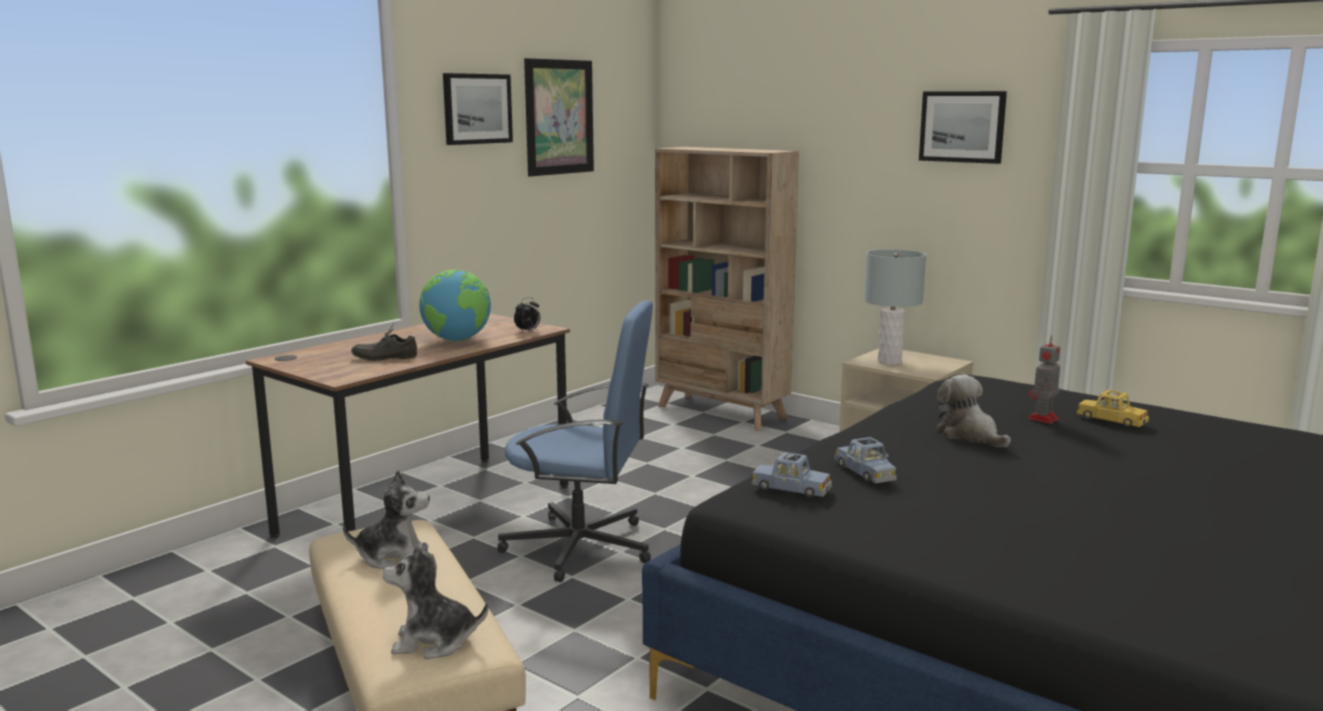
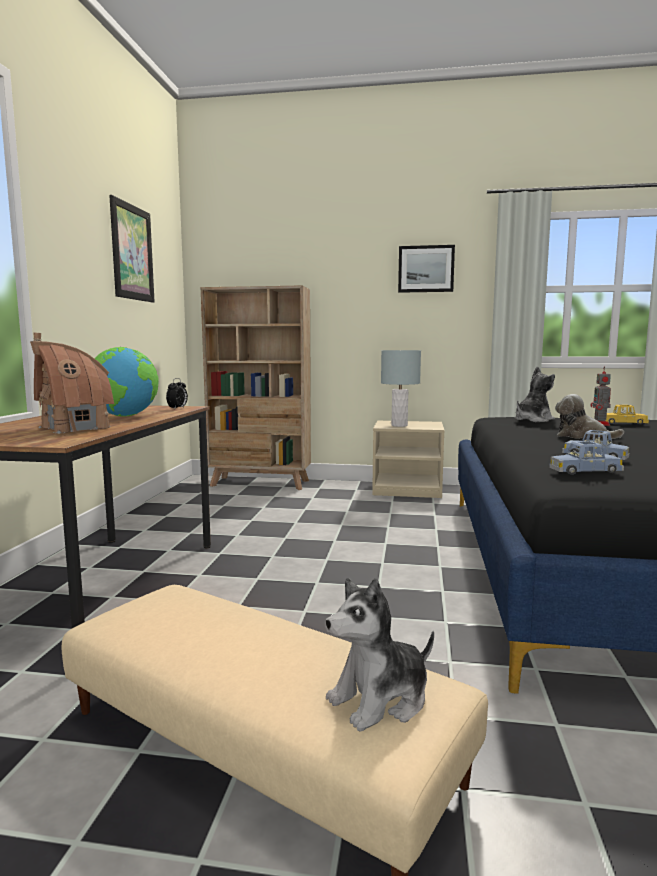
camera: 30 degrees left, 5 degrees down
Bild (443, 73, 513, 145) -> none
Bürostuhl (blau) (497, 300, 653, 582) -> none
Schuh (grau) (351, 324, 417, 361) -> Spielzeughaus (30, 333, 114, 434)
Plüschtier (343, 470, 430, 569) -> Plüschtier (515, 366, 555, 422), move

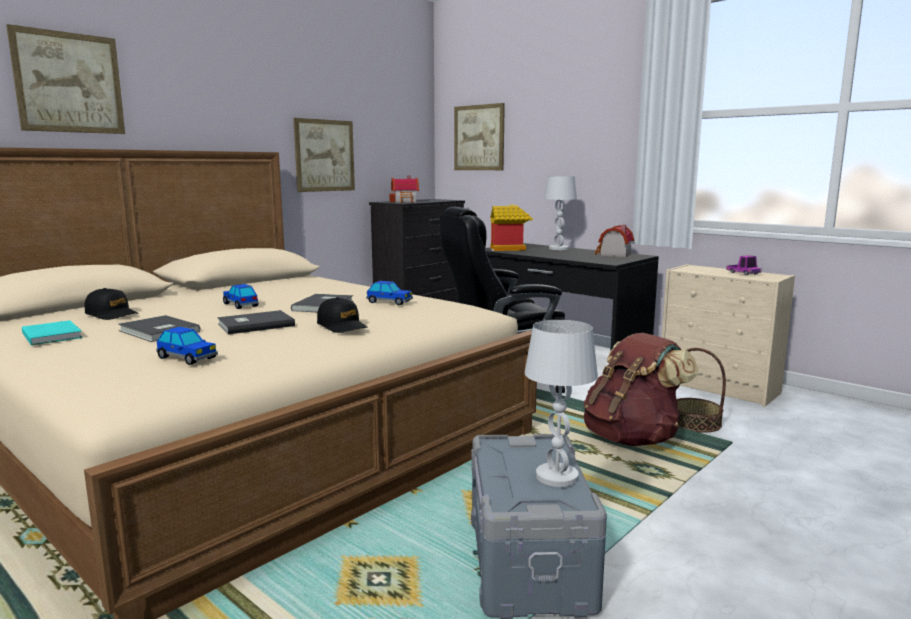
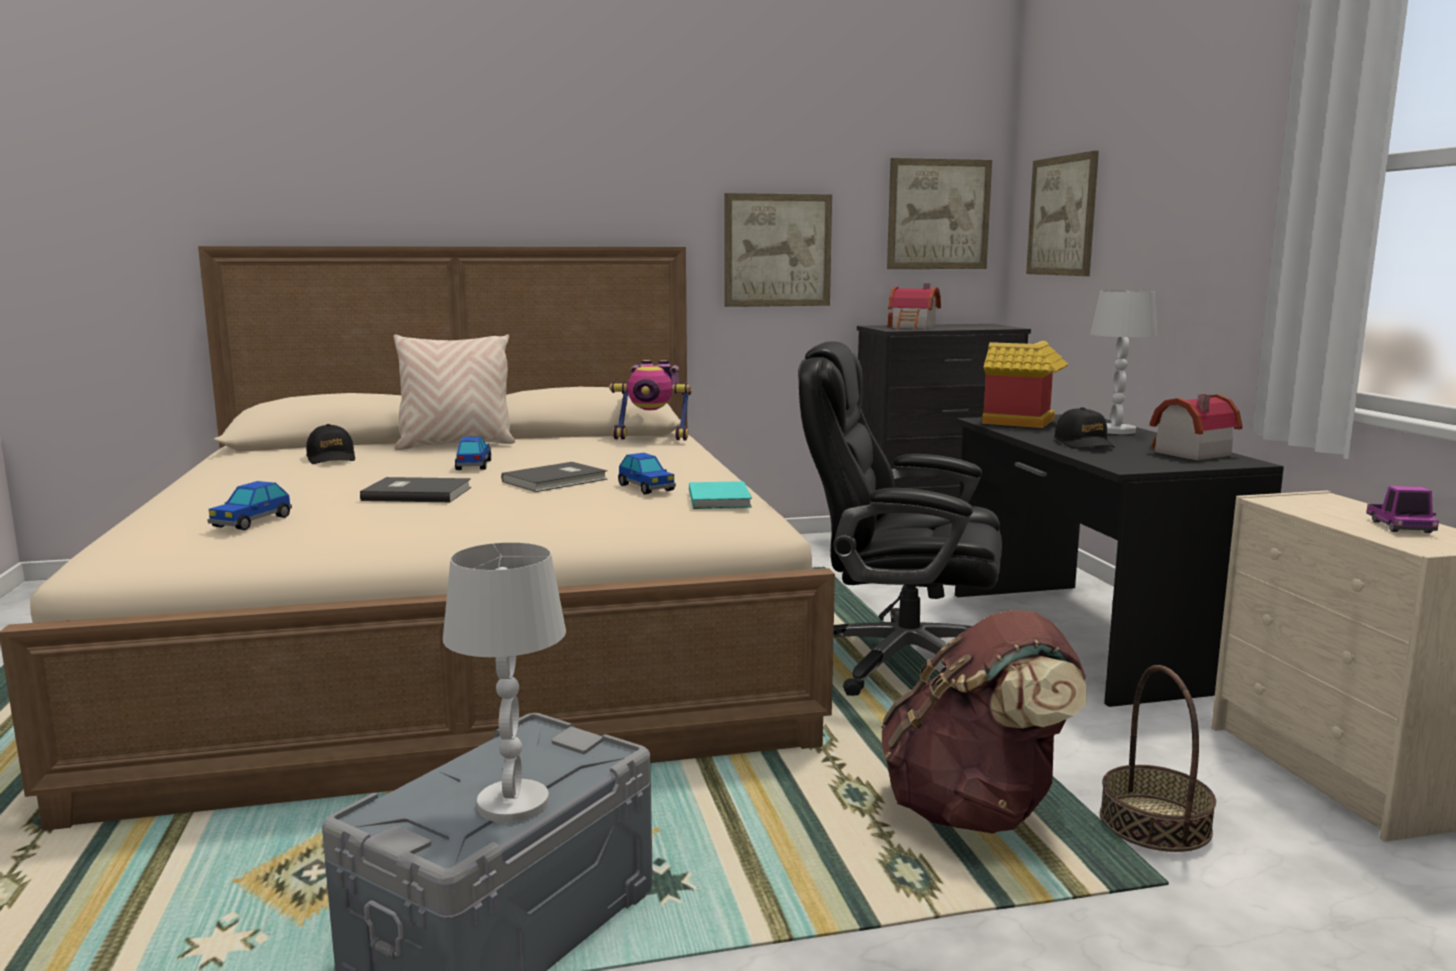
camera: 35 degrees right, 0 degrees up
Bild (6, 24, 125, 134) -> Bild (887, 158, 992, 269), move
Kappe (schwarz) (317, 297, 368, 333) -> Kappe (schwarz) (1054, 407, 1115, 449), move
Buch (grau) (118, 315, 200, 342) -> none
Buch (türkis) (22, 320, 83, 345) -> Buch (türkis) (689, 481, 752, 509), move
Spielzeugauto (156, 327, 218, 365) -> Spielzeugauto (207, 481, 292, 530), 45 degrees clockwise
none -> Kissen (beige) (393, 334, 515, 450)
none -> Spielzeugroboter (609, 360, 692, 440)

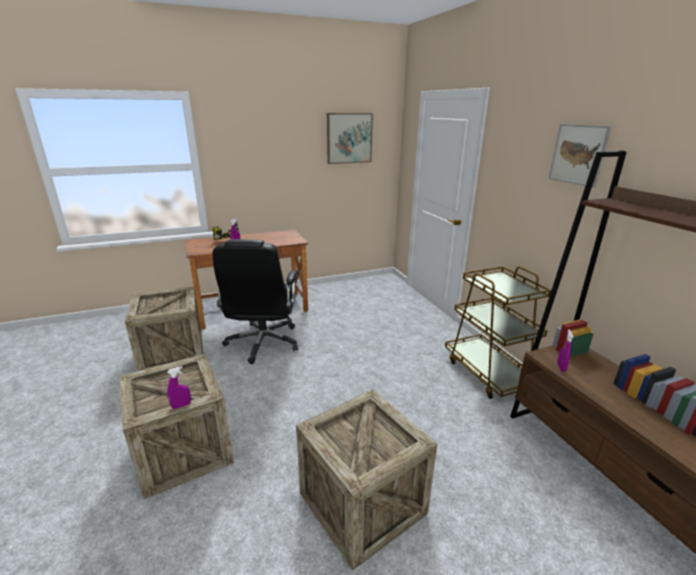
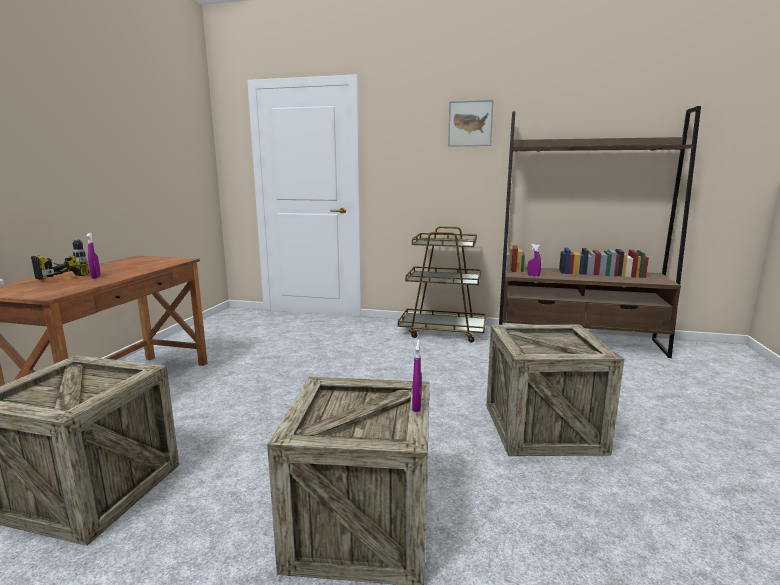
camera: 55 degrees left, 10 degrees down
Bild (327, 113, 373, 164) -> none
Bürostuhl (schwarz) (213, 239, 298, 364) -> none

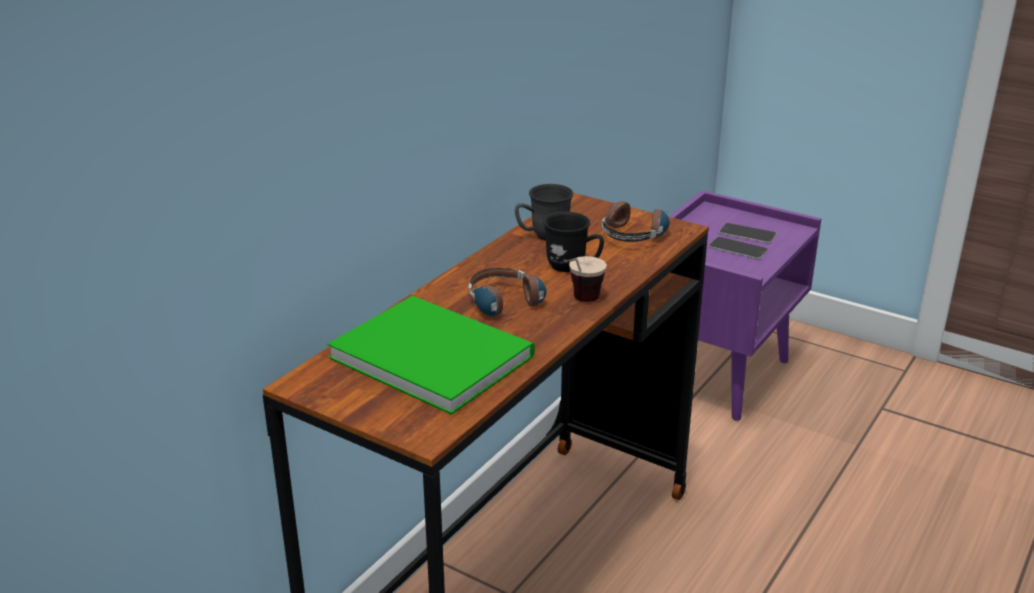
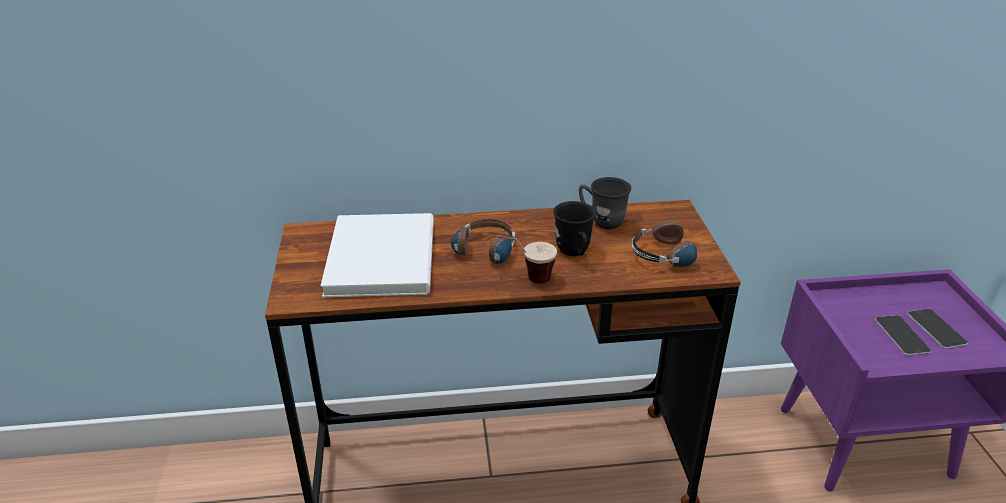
camera: 50 degrees right, 5 degrees up
Buch (grün) (328, 296, 535, 415) -> Buch (weiß) (321, 213, 434, 297)

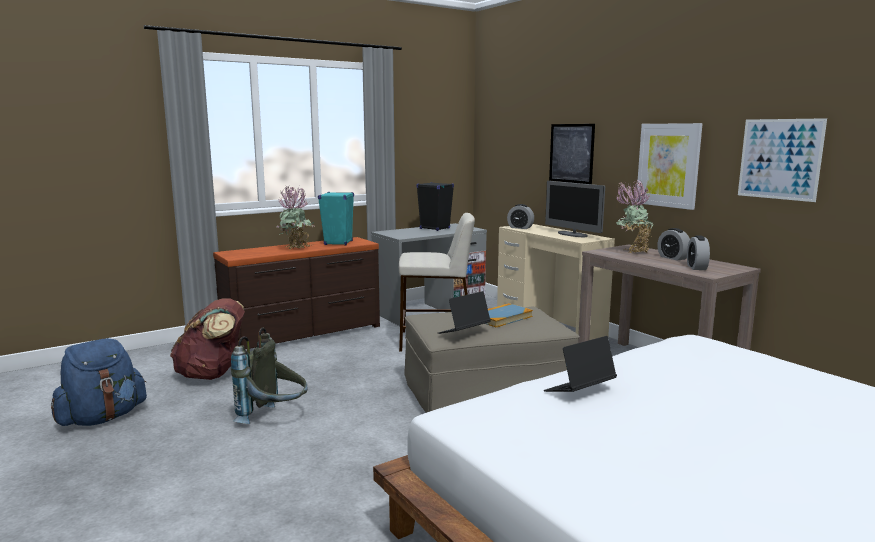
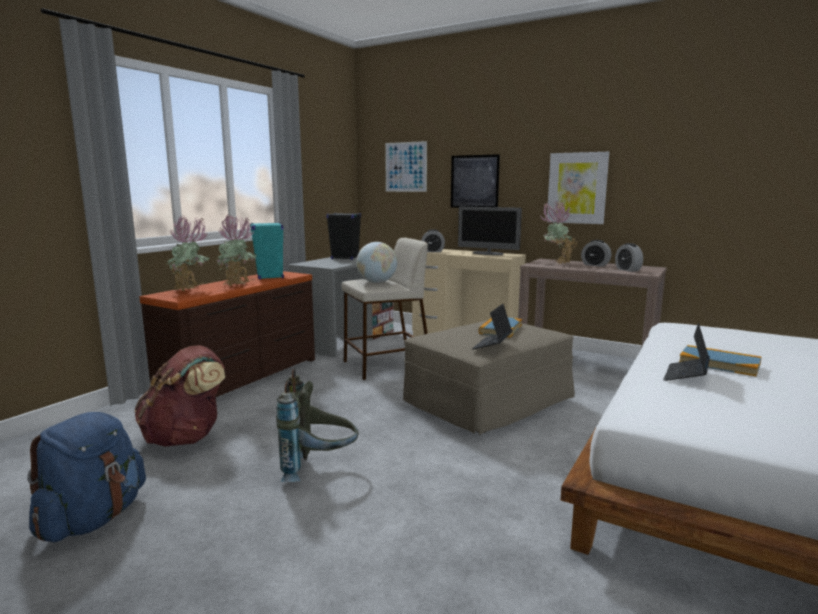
camera: 25 degrees left, 0 degrees up
Bild (738, 118, 827, 202) -> Bild (385, 141, 427, 192), move
none -> Topfpflanze (166, 216, 210, 291)
none -> Globus (356, 242, 397, 283)
none -> Buch (679, 345, 761, 376)

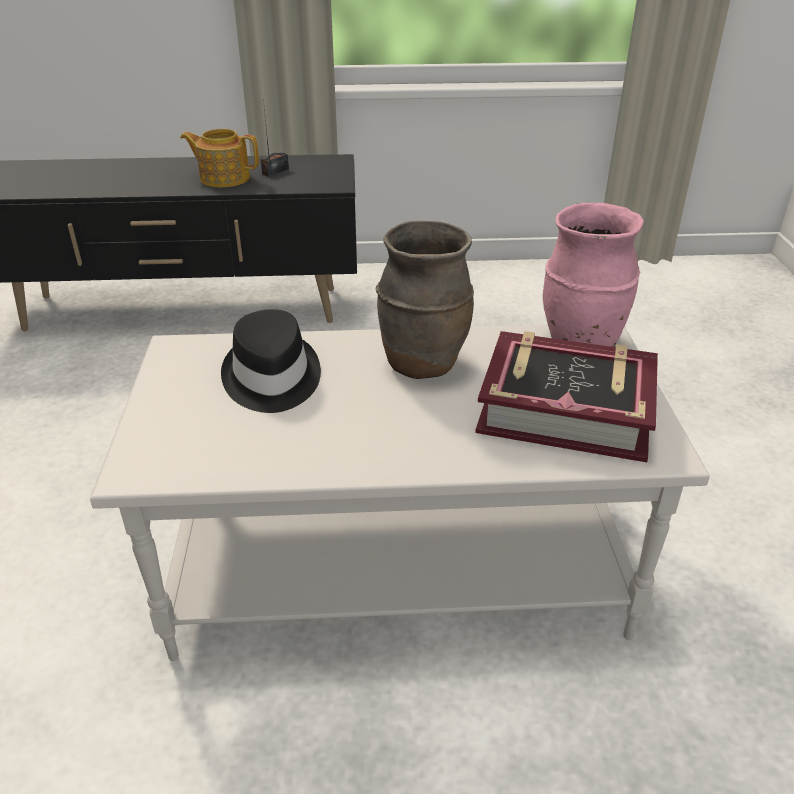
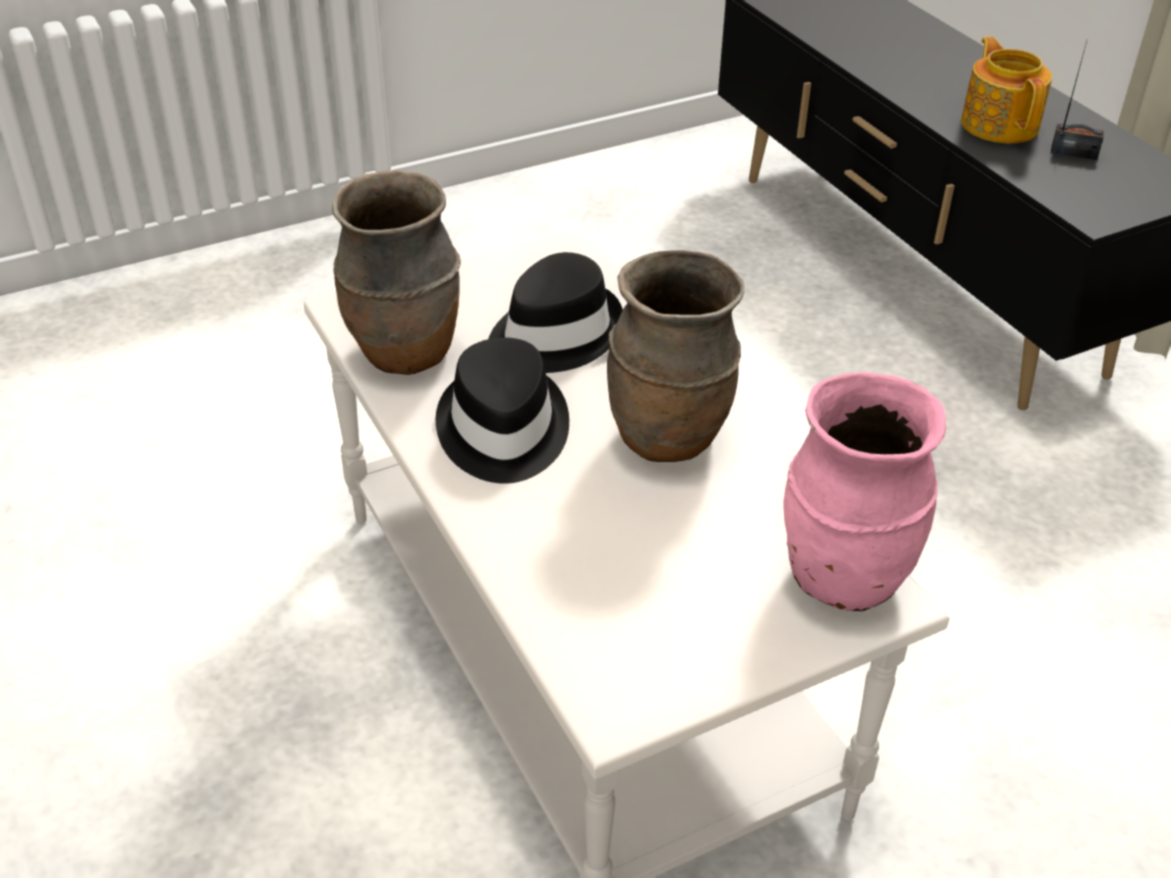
camera: 65 degrees right, 5 degrees up
Buch (475, 331, 658, 462) -> none
none -> Vase (braun) (332, 170, 461, 375)
none -> Hut (schwarz) (436, 337, 569, 484)

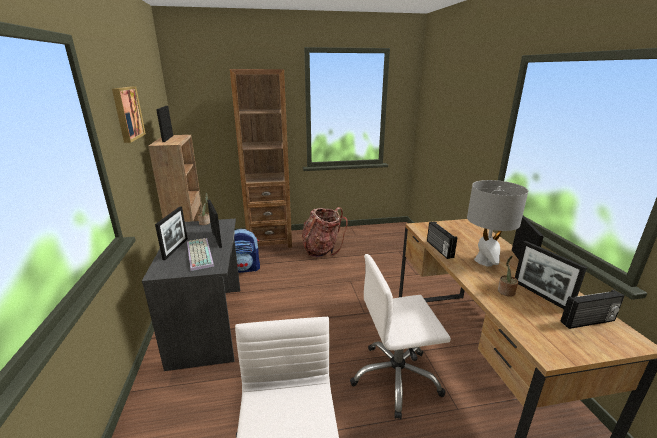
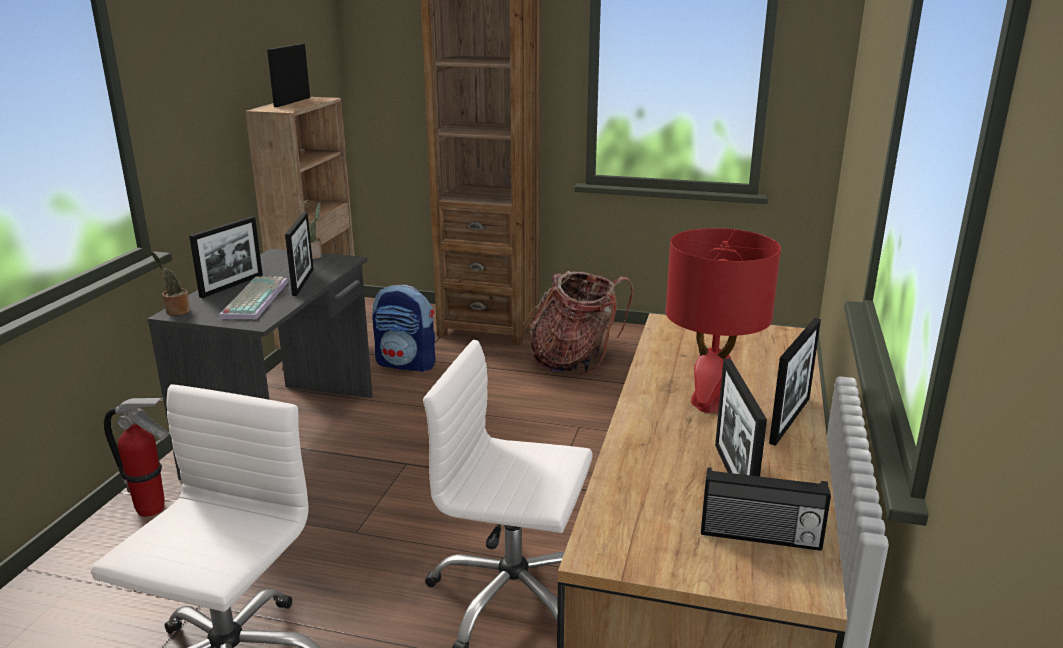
camera: 25 degrees right, 0 degrees up
Bild (112, 87, 146, 143) -> none
Tischlampe (grau) (467, 180, 528, 267) -> Tischlampe (rot) (666, 228, 781, 413)
Radio (427, 222, 457, 259) -> none
Topfpflanze (498, 255, 518, 296) -> Topfpflanze (151, 252, 191, 316), move
none -> Feuerlöscher (104, 397, 169, 517)

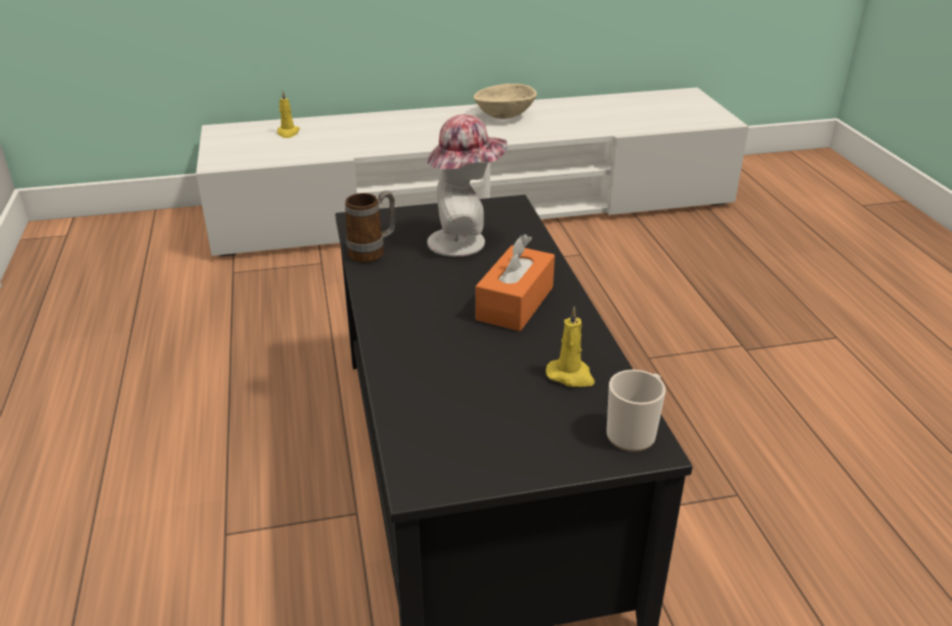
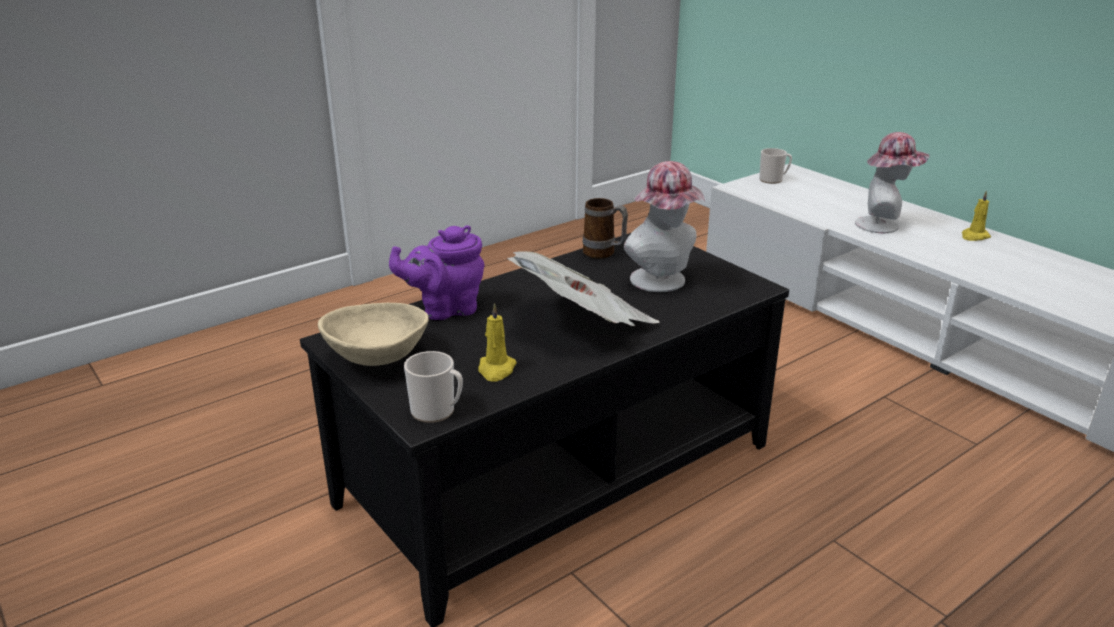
camera: 65 degrees right, 5 degrees down
Schüssel (beige) (473, 84, 537, 119) -> Schüssel (beige) (318, 303, 429, 366), move
Kerze (gelb) (277, 91, 300, 138) -> Kerze (gelb) (962, 191, 991, 241), move
Taschentuchbox (orange) (475, 234, 555, 331) -> Zeitung (507, 251, 660, 326)
none -> Hut (855, 132, 930, 233)
none -> Henkelbecher (759, 148, 792, 184)
none -> Teekanne (lila) (389, 225, 484, 320)

